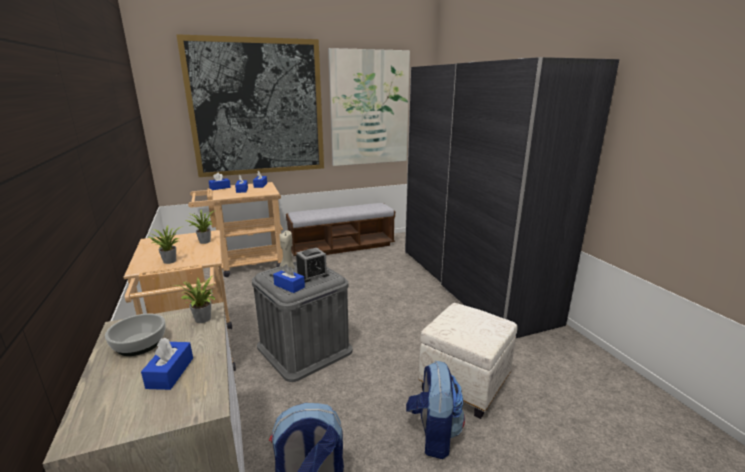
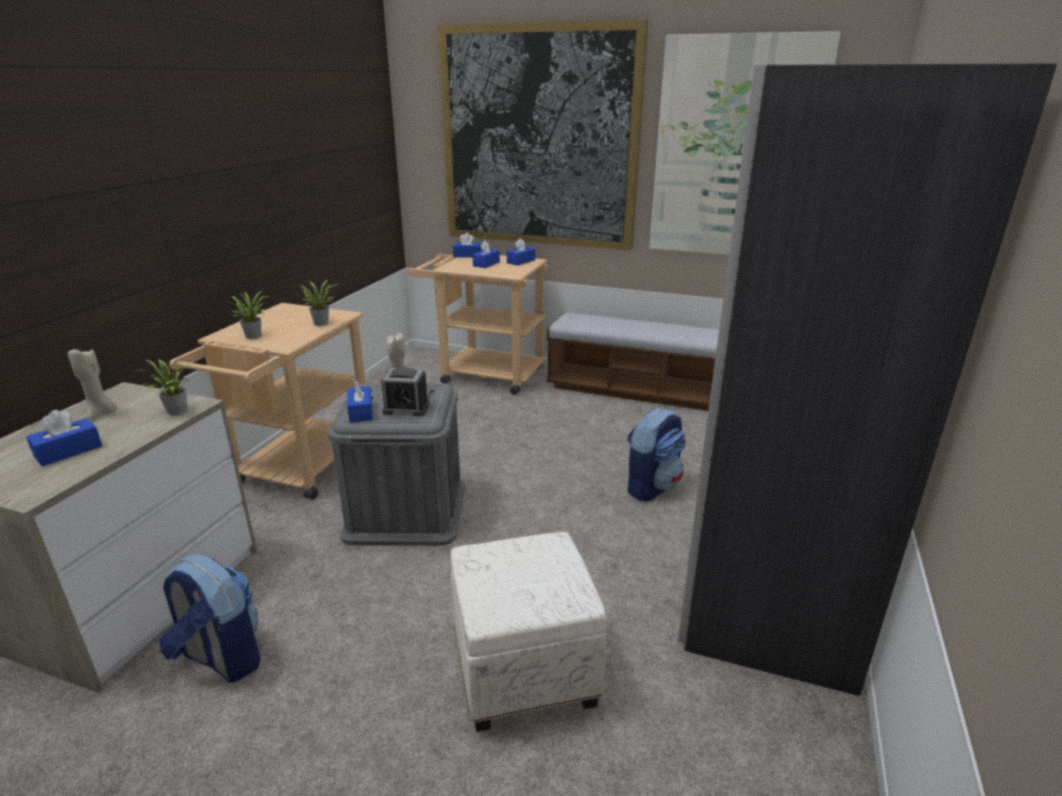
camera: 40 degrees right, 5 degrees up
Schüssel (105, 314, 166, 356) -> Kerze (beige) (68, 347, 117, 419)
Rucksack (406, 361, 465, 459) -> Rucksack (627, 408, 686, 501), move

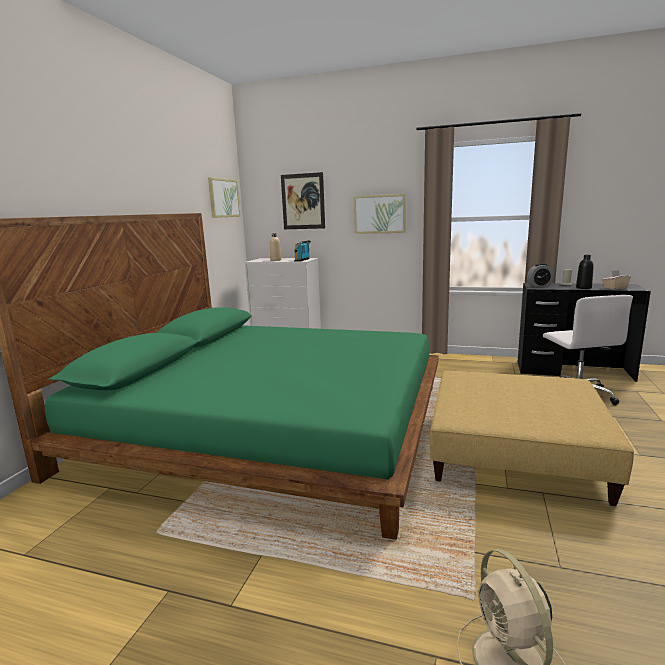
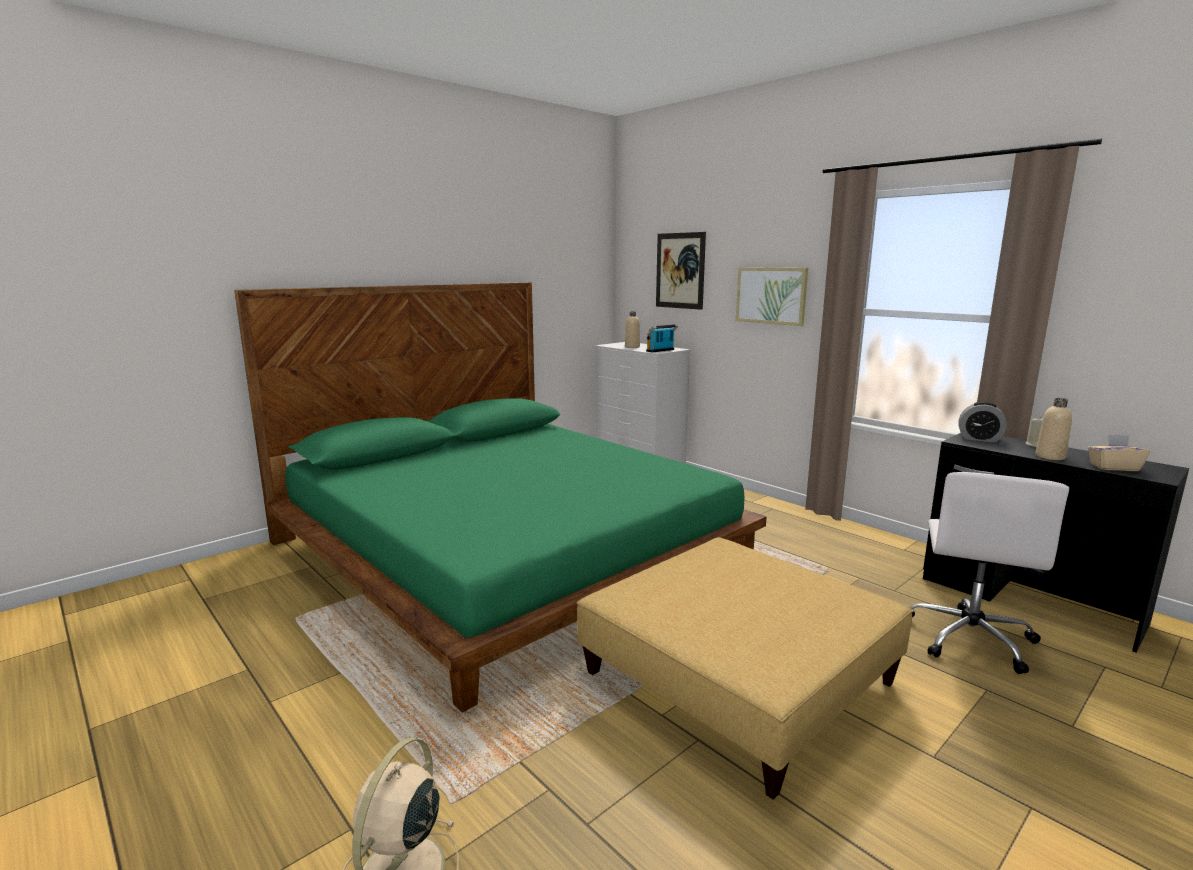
camera: 30 degrees right, 0 degrees up
Bild (208, 177, 240, 218) -> none
Flasche (schwarz) (576, 255, 594, 289) -> Flasche (beige) (1035, 398, 1072, 460)

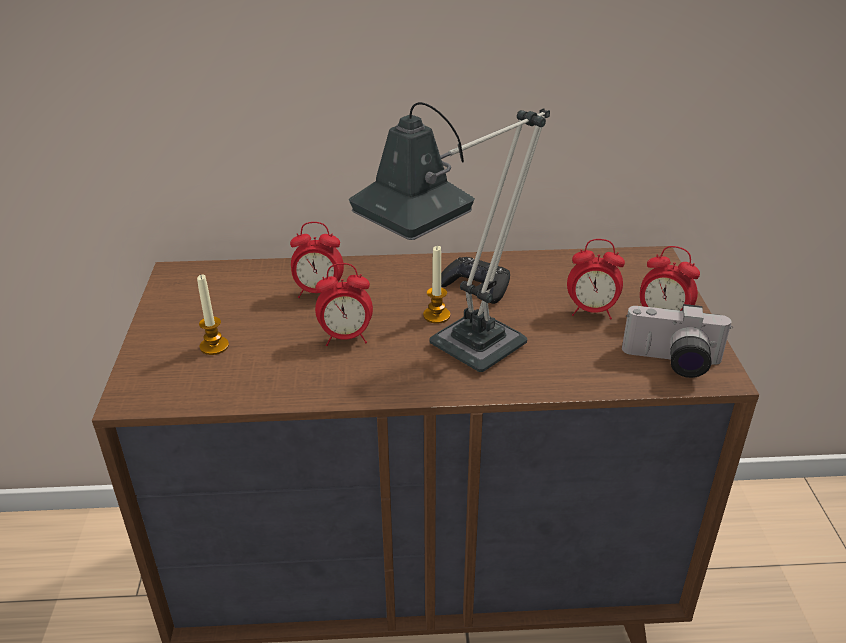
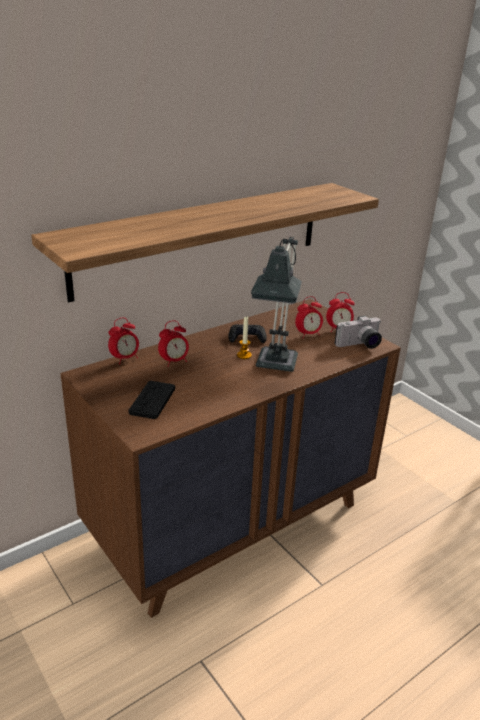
camera: 35 degrees left, 5 degrees down
Wecker (315, 263, 373, 346) -> Wecker (108, 318, 139, 364), move
Kerze (197, 274, 229, 355) -> Gamepad (schwarz) (128, 381, 175, 419)
none -> Wandregal (31, 183, 379, 302)

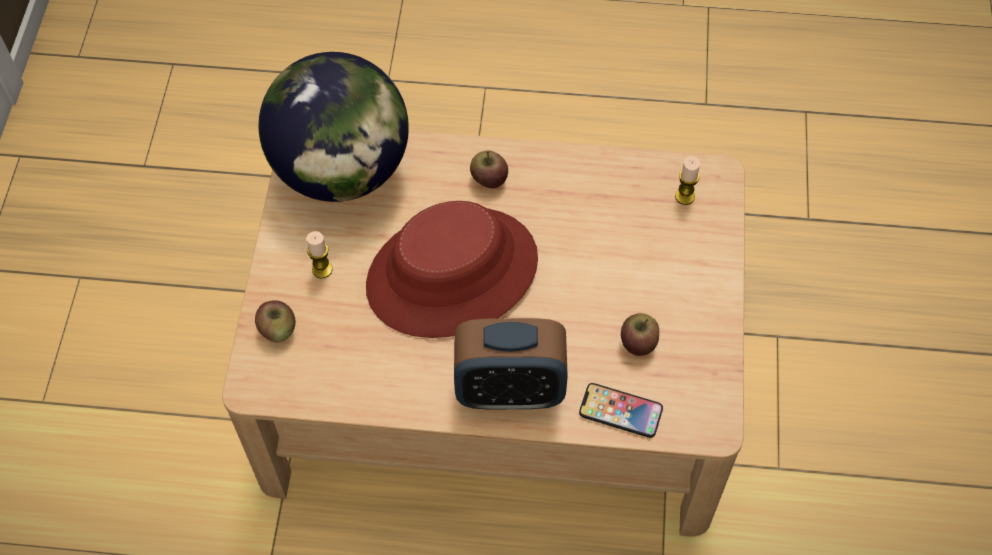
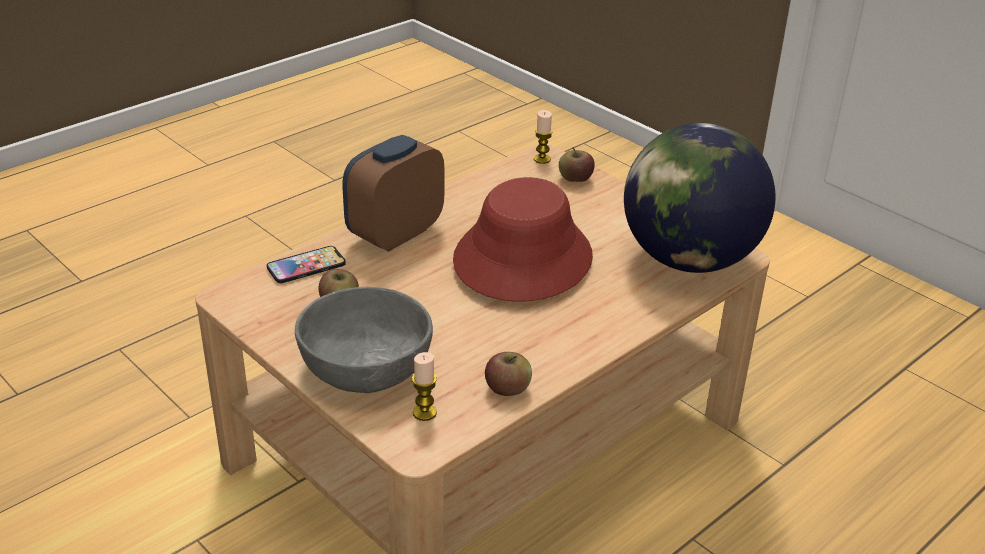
camera: 130 degrees right, 25 degrees down
Apfel (470, 150, 508, 188) -> Apfel (485, 352, 532, 396), move
Kerze (306, 231, 333, 279) -> Kerze (534, 110, 553, 164), move
none -> Schüssel (grau) (295, 287, 433, 393)

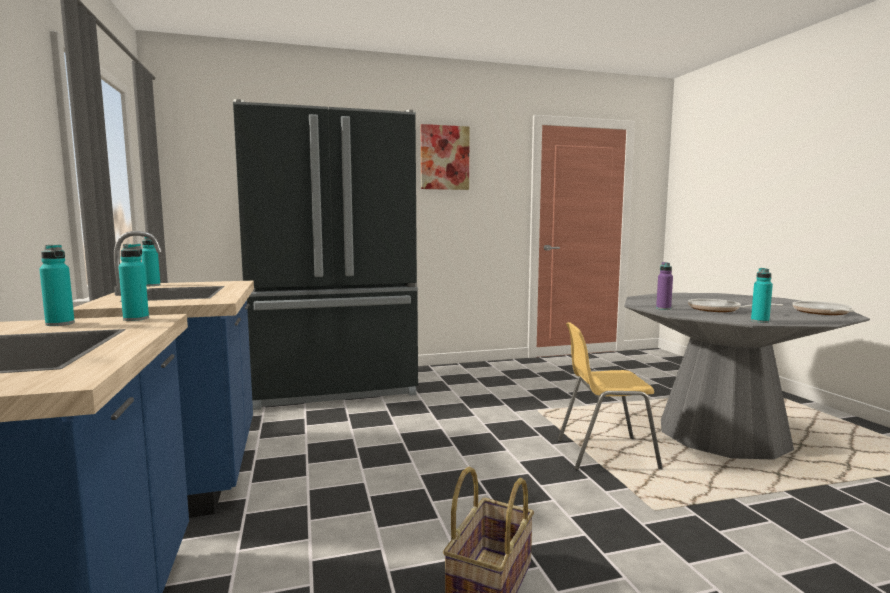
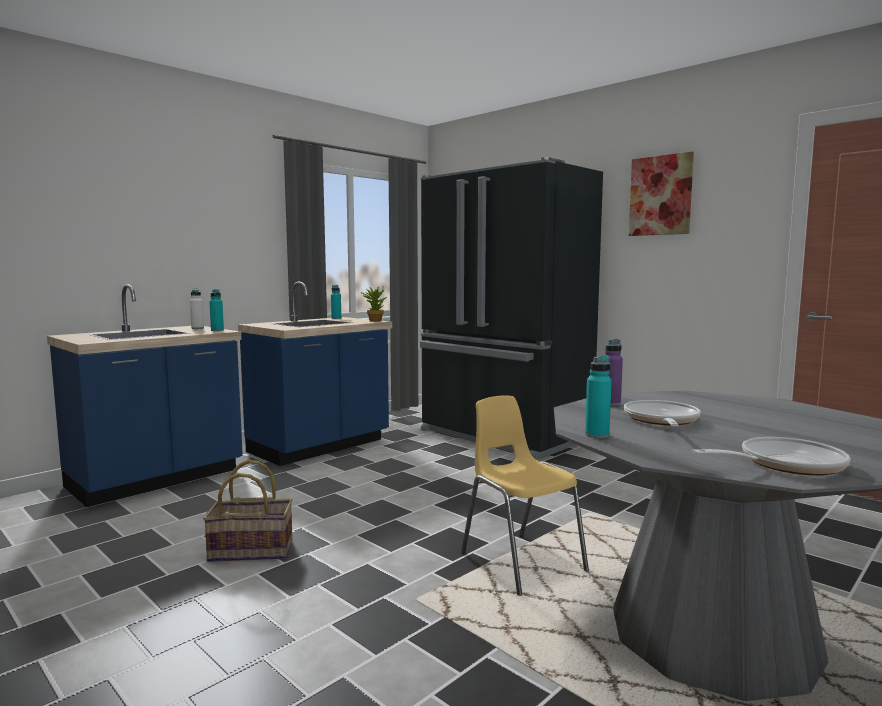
camera: 60 degrees right, 0 degrees up
Flasche (türkis) (39, 245, 75, 326) -> Flasche (weiß) (190, 289, 204, 329)
none -> Topfpflanze (361, 286, 387, 322)

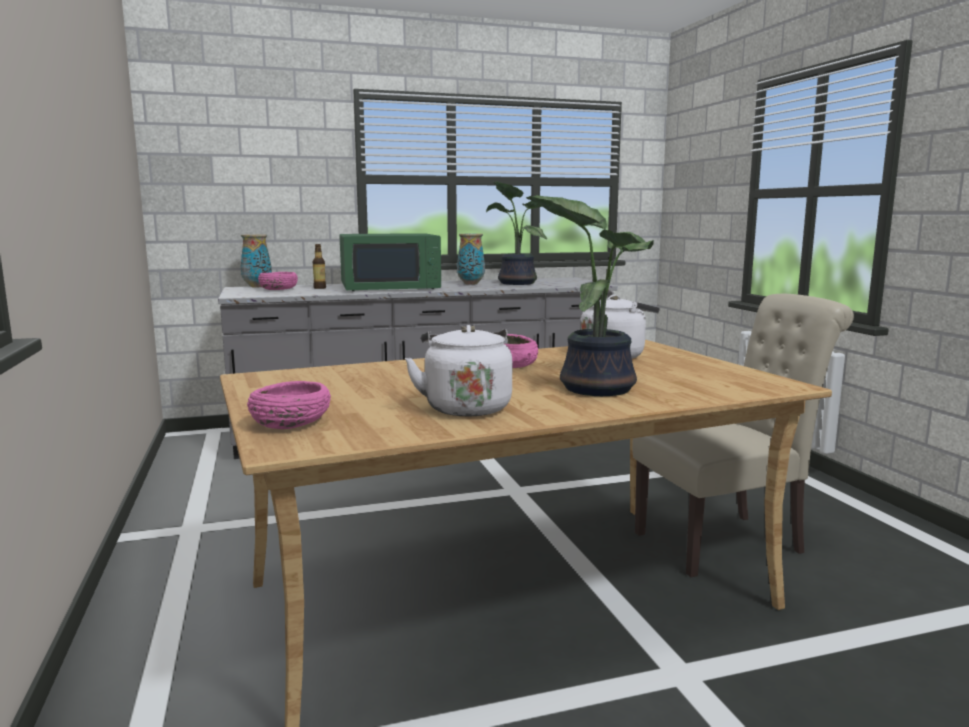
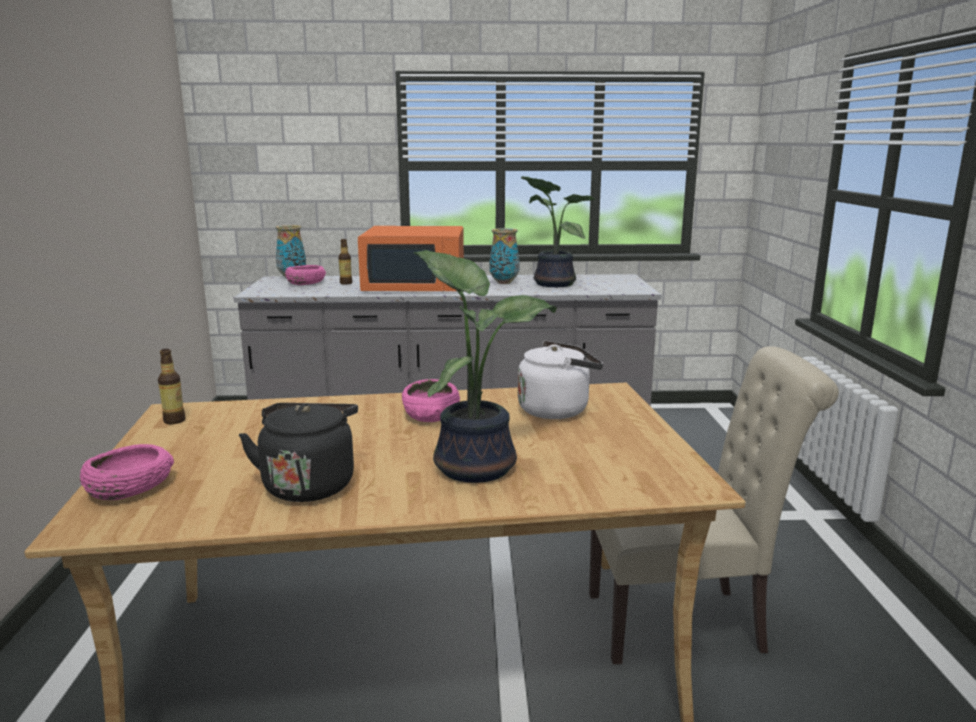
camera: 15 degrees right, 5 degrees up
Mikrowelle (grün) (339, 233, 441, 291) -> Mikrowelle (orange) (358, 226, 464, 291)
Wasserkessel (weiß) (405, 325, 512, 416) -> Wasserkessel (schwarz) (239, 403, 358, 502)
none -> Flasche (158, 349, 185, 424)

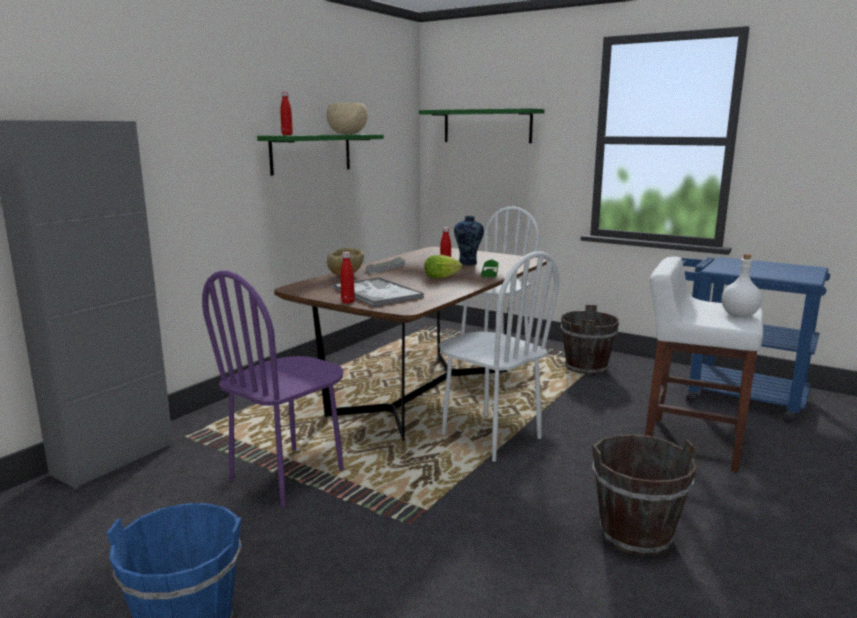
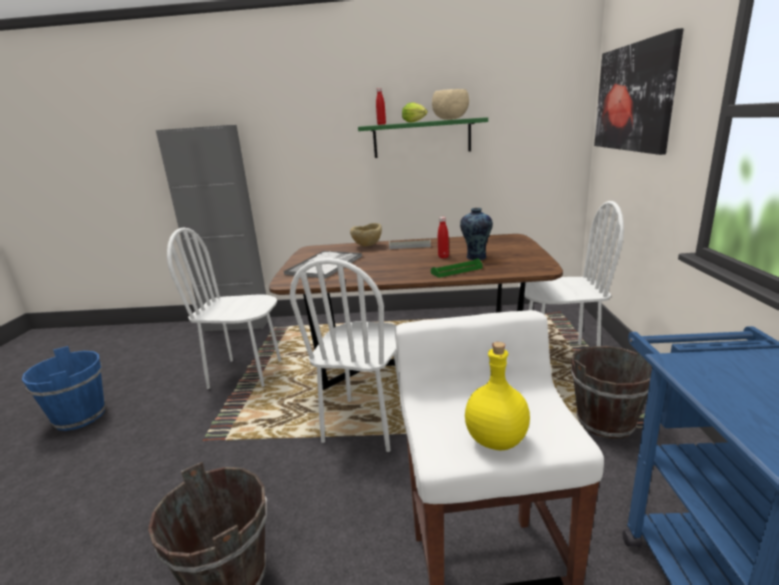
camera: 60 degrees right, 5 degrees up
Wandregal (grün) (419, 108, 545, 143) -> Bild (594, 28, 684, 155)
Flasche (rot) (340, 252, 355, 304) -> none
Flasche (weiß) (722, 254, 762, 317) -> Flasche (gelb) (465, 342, 530, 451)
Salatkopf (424, 255, 462, 278) -> Salatkopf (402, 102, 427, 123), move
Stuhl (lila) (202, 271, 344, 508) -> Stuhl (weiß) (167, 227, 281, 389)

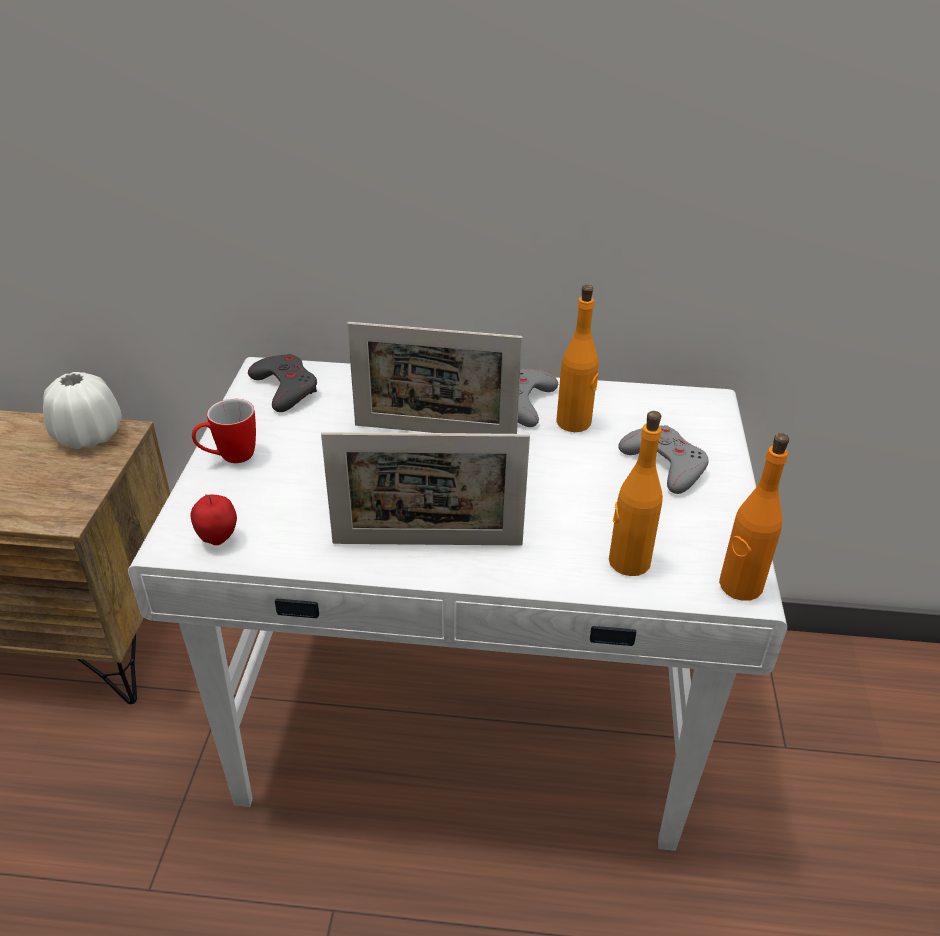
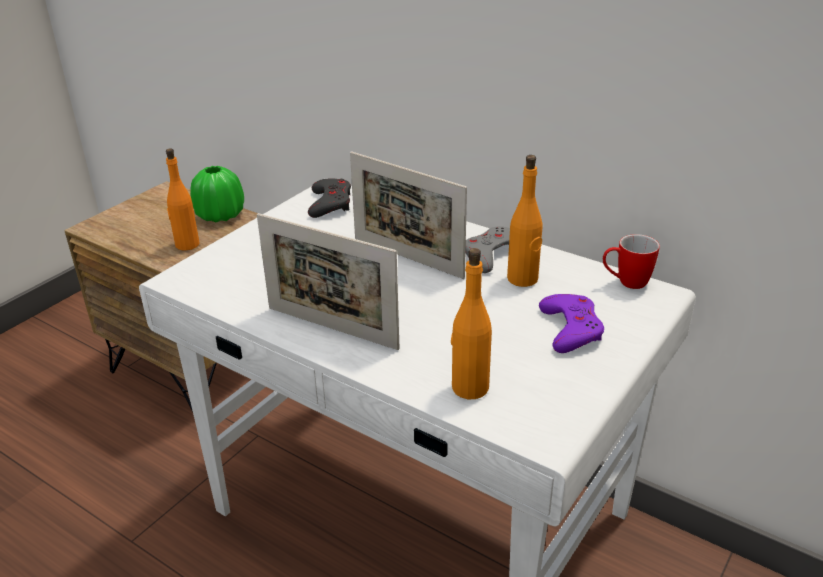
camera: 30 degrees right, 5 degrees down
Vase (weiß) (43, 372, 122, 449) -> Vase (grün) (190, 166, 244, 222)
Henkelbecher (192, 399, 256, 463) -> Henkelbecher (603, 234, 660, 289), move
Gamepad (grau) (618, 425, 709, 494) -> Gamepad (lila) (539, 294, 604, 353)
Flasche (orange) (719, 433, 789, 601) -> Flasche (orange) (166, 148, 200, 250), move
Apfel (190, 494, 237, 545) -> none

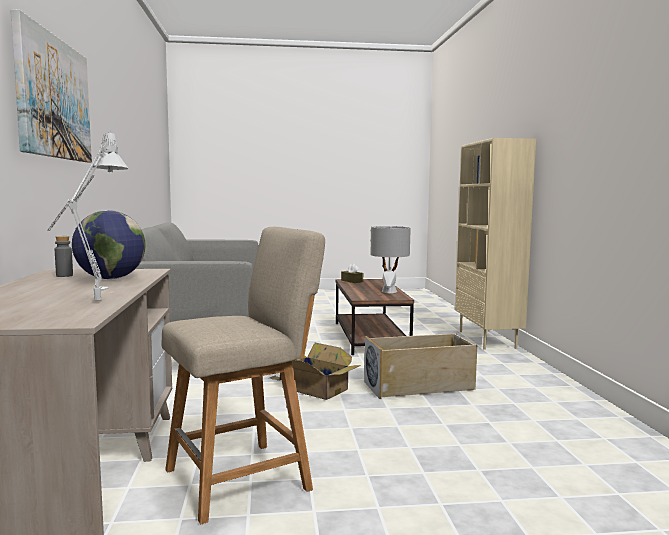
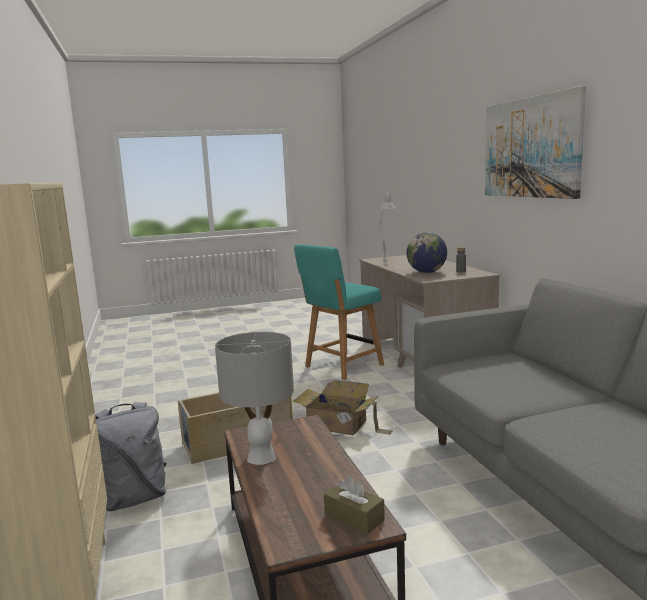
camera: 170 degrees right, 5 degrees up
Stuhl (beige) (161, 227, 325, 524) -> Stuhl (türkis) (294, 244, 384, 380)
none -> Rucksack (grau) (95, 402, 167, 511)

